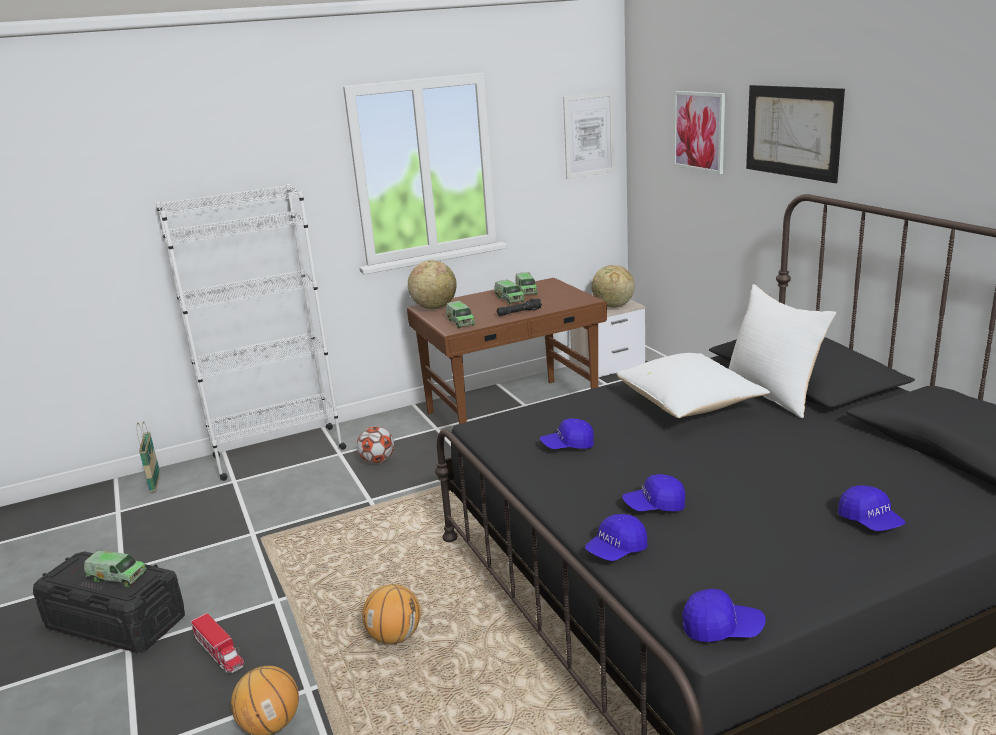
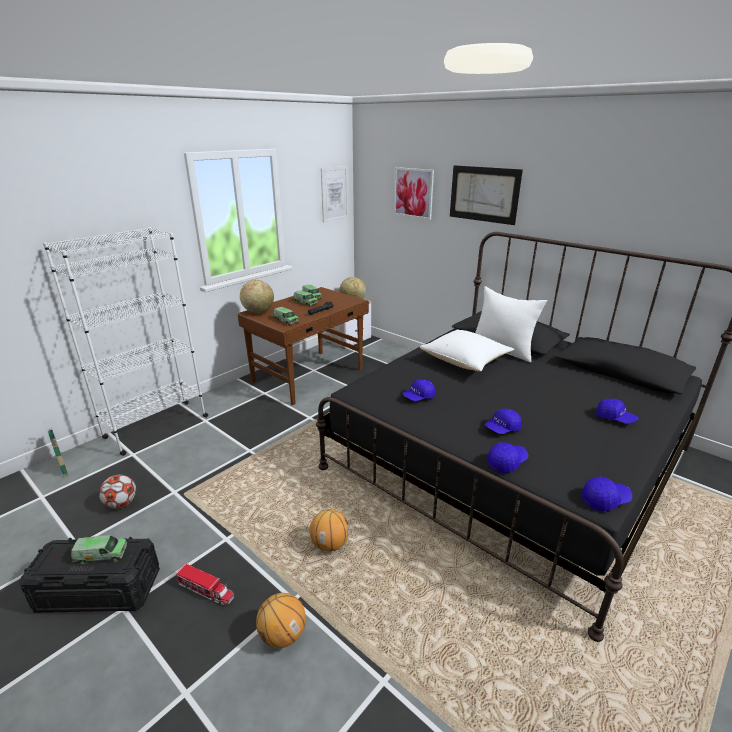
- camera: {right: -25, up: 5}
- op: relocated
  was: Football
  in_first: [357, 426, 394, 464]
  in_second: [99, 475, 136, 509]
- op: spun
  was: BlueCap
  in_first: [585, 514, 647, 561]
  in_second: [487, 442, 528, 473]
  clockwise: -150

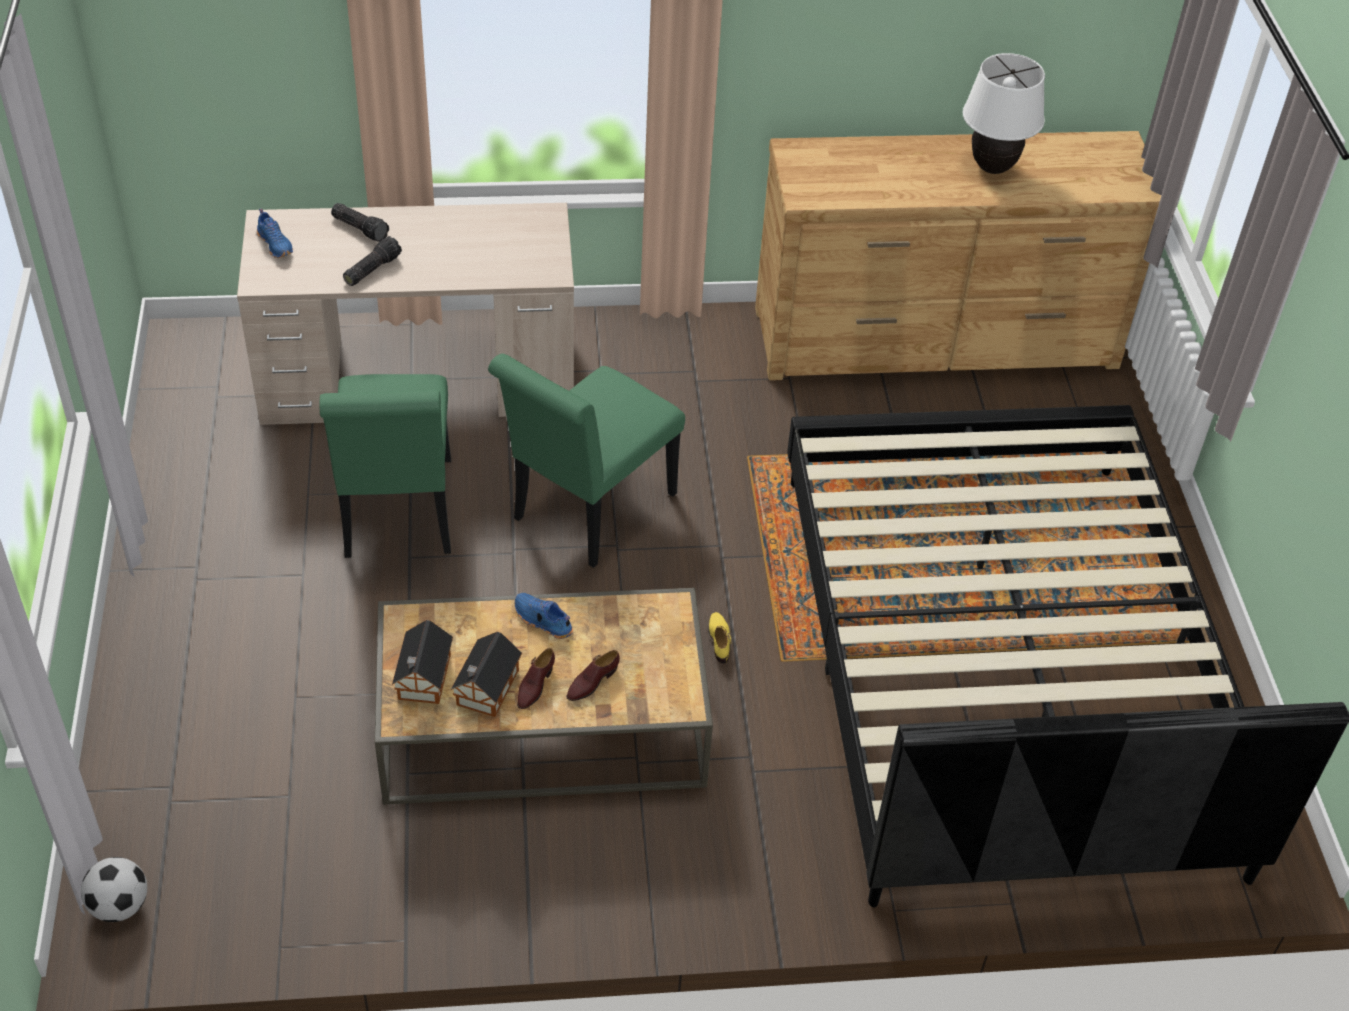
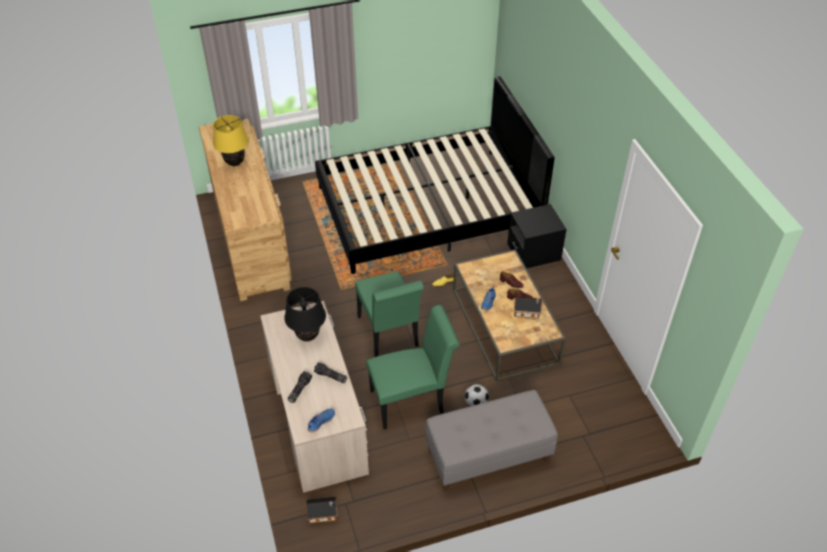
- camera: {right: -100, up: 0}
- op: appeared
  now: BlackTableLamp
  in_second: [284, 287, 326, 341]
- op: appeared
  now: GreyBench
  in_second: [426, 390, 558, 491]
- op: appeared
  now: BlackNightstand
  in_second: [507, 204, 567, 268]
- op: relocated
  was: Football
  in_first: [81, 857, 147, 922]
  in_second: [464, 384, 489, 406]
- op: relocated
  was: ToyHouse
  in_first: [392, 620, 453, 704]
  in_second: [306, 497, 338, 524]
- op: colour
  was: WhiteTableLamp
  now: YellowTableLamp
  in_first: [963, 53, 1045, 174]
  in_second: [213, 115, 249, 166]
- op: spun
  was: GreenChair
  in_first: [488, 354, 685, 568]
  in_second: [355, 272, 424, 357]
  clockwise: 45

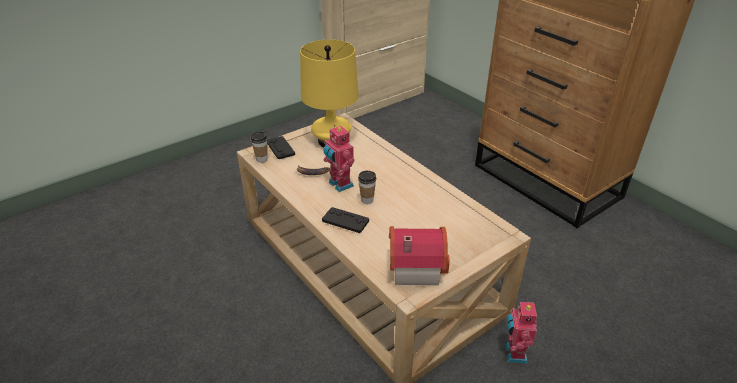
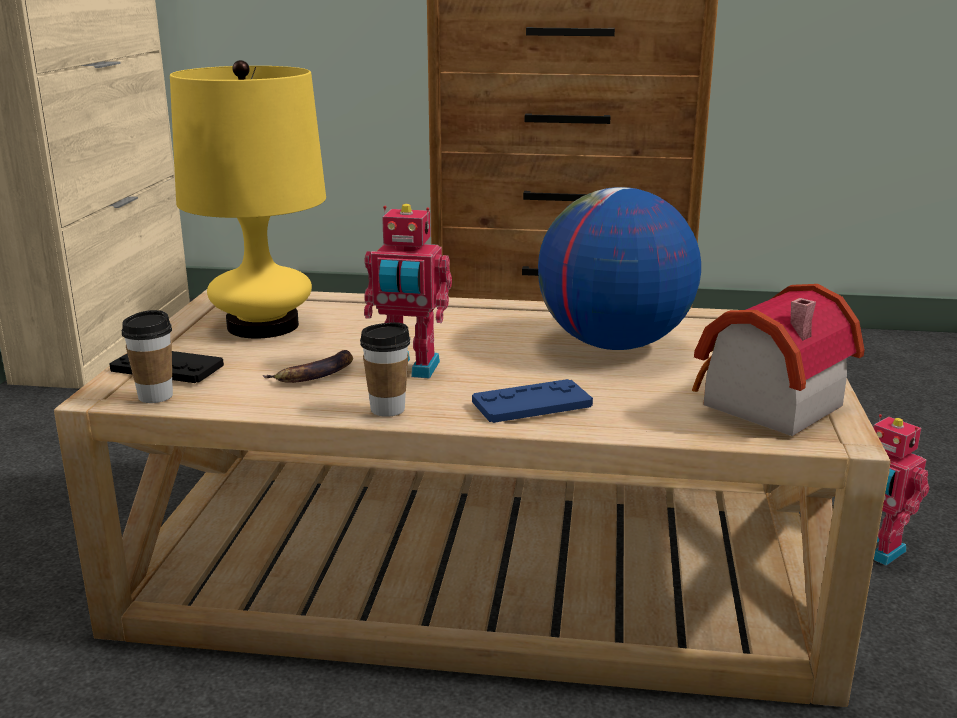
- camera: {right: -45, up: -15}
- op: appeared
  now: Globe
  in_second: [538, 187, 701, 350]
- op: relocated
  was: Cup
  in_first: [358, 171, 376, 204]
  in_second: [360, 322, 410, 417]
- op: colour
  was: BlackGameController
  now: BlueGameController
  in_first: [322, 207, 369, 233]
  in_second: [472, 379, 593, 423]

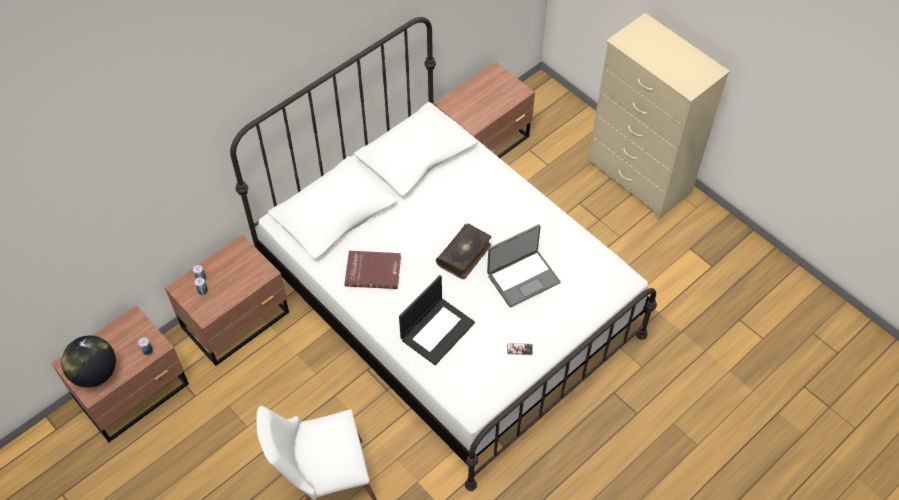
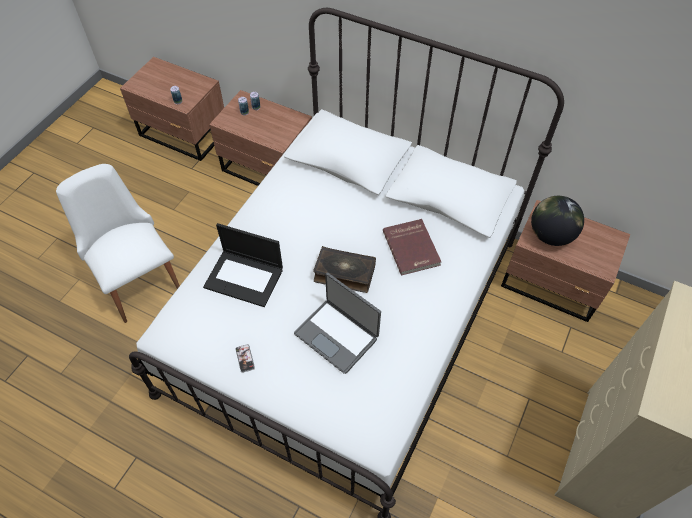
- camera: {right: 70, up: 0}
- op: relocated
  was: Globe
  in_first: [61, 336, 116, 388]
  in_second: [531, 196, 584, 246]
- op: relocated
  was: RedBook
  in_first: [345, 251, 401, 289]
  in_second: [383, 219, 441, 275]

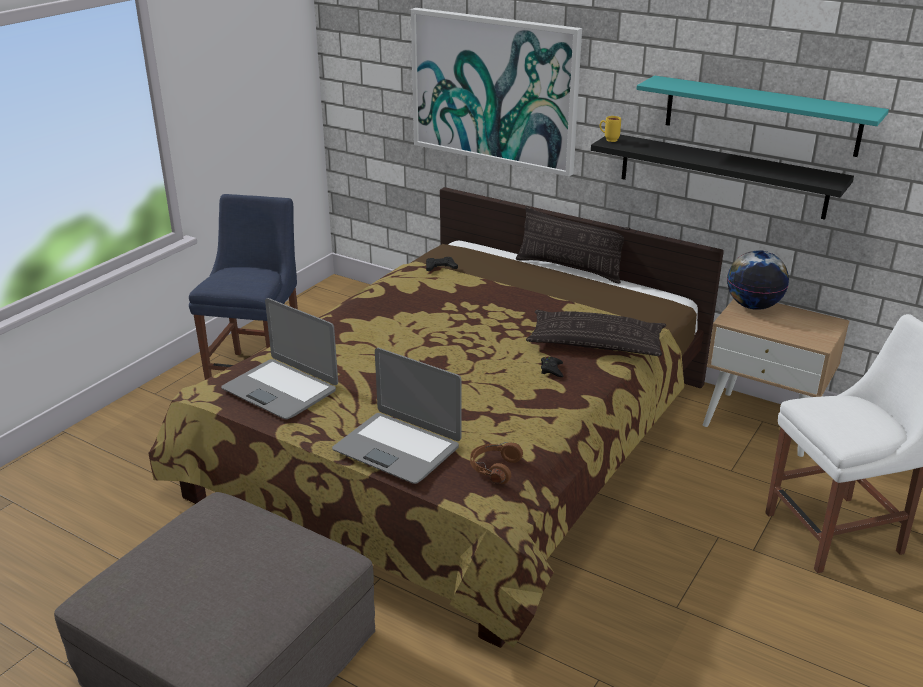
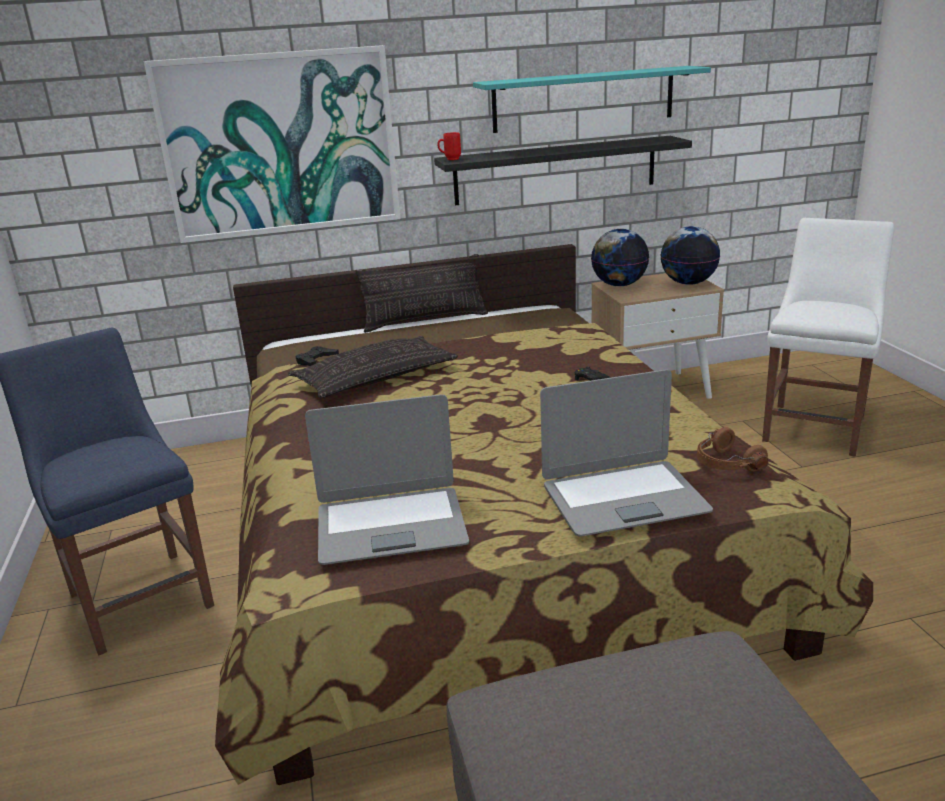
- camera: {right: -45, up: -5}
- op: appeared
  now: Globe
  in_second: [660, 226, 720, 285]
- op: relocated
  was: Pillow
  in_first: [526, 310, 666, 356]
  in_second: [288, 336, 458, 398]
- op: colour
  was: YellowMug
  now: RedMug
  in_first: [600, 116, 621, 142]
  in_second: [437, 132, 461, 160]

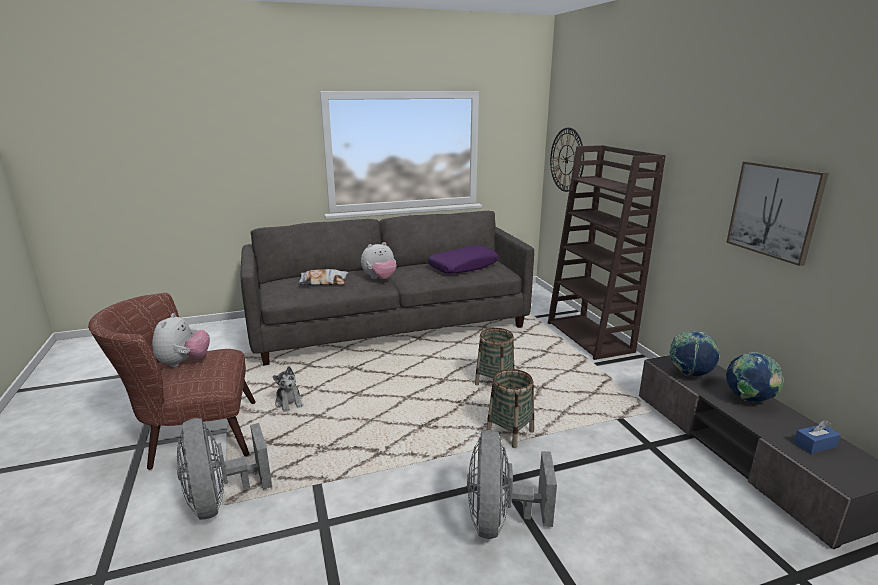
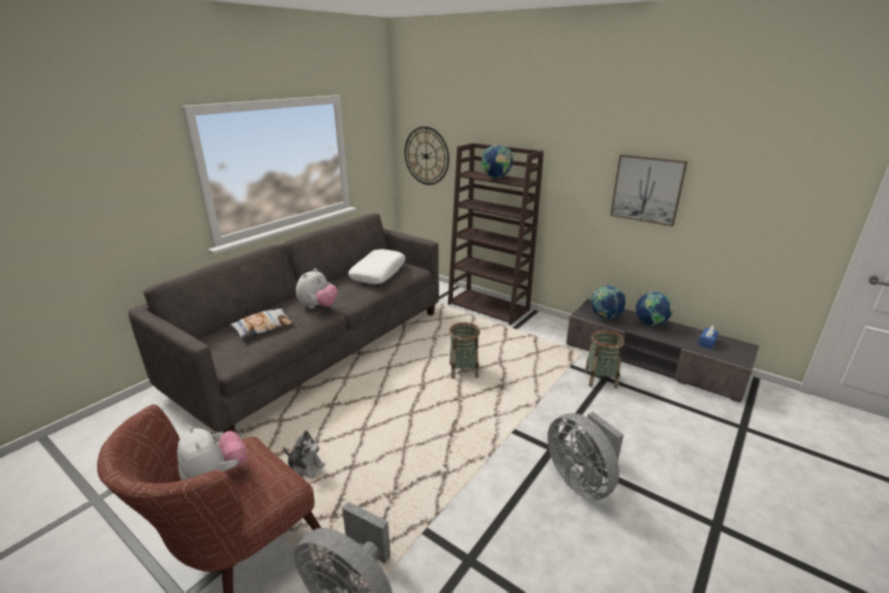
- camera: {right: -35, up: 5}
- op: appeared
  now: Globe
  in_second: [482, 145, 513, 179]
- op: relocated
  was: Basket
  in_first: [486, 369, 534, 448]
  in_second: [585, 330, 624, 389]
- op: colour
  was: PurplePillow
  now: WhitePillow
  in_first: [428, 245, 499, 274]
  in_second: [348, 249, 406, 284]

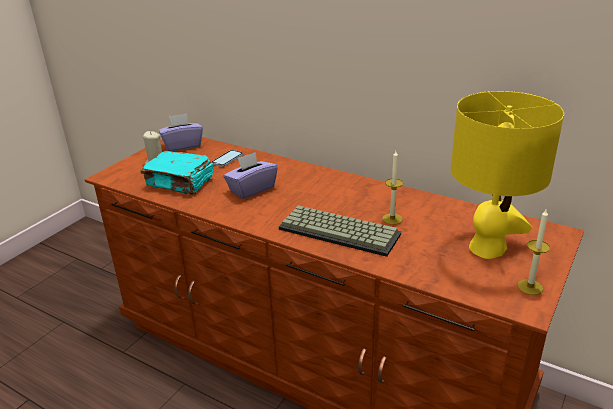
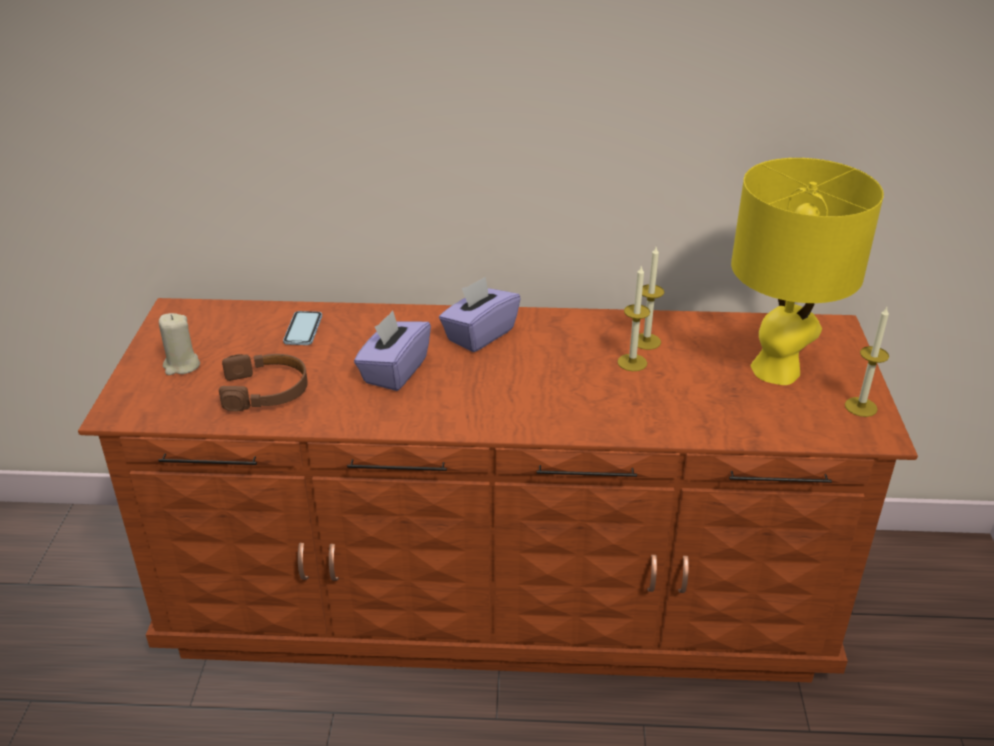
- camera: {right: -30, up: 5}
- op: missing
  was: Keyboard
  in_first: [279, 206, 401, 257]
- op: appeared
  now: Candle
  in_second: [638, 245, 664, 350]
- op: relocated
  was: PurpleTissueBox
  in_first: [159, 113, 203, 151]
  in_second: [439, 277, 521, 352]
- op: exchanged
  was: TurquoiseBook
  now: BrownHeadphones
  in_first: [140, 151, 213, 195]
  in_second: [219, 354, 308, 412]

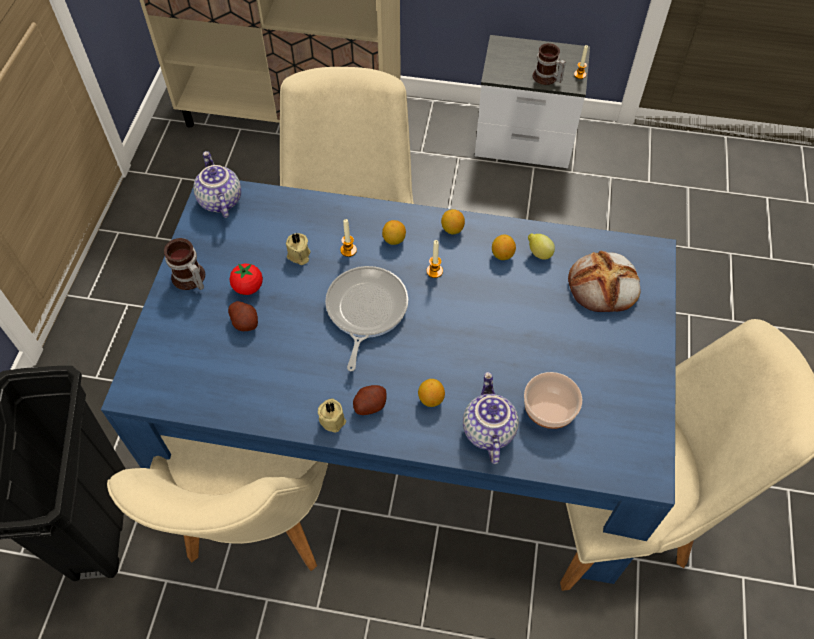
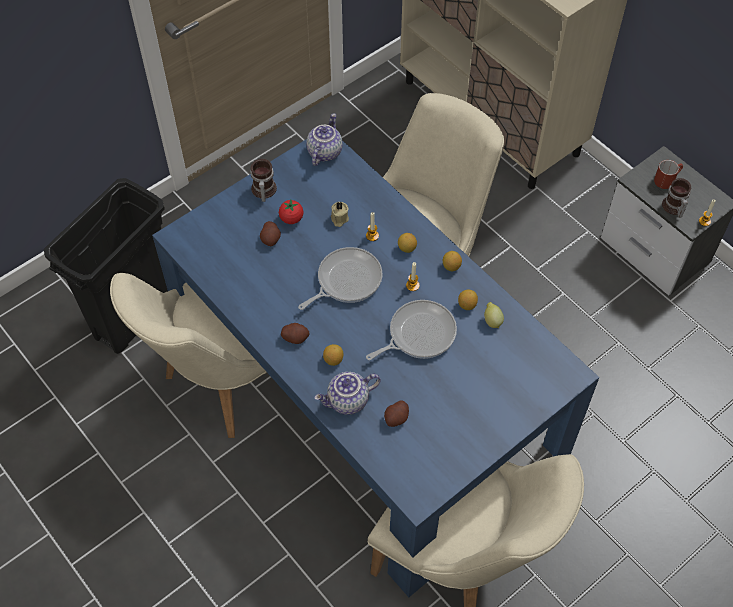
- camera: {right: 40, up: 0}
- op: missing
  was: BeigeCandle
  in_first: [318, 399, 346, 433]
- op: missing
  was: Bread
  in_first: [568, 250, 641, 312]
- op: appeared
  now: FryingPan
  in_second: [366, 300, 457, 360]
- op: appeared
  now: RedMug
  in_second: [654, 160, 683, 189]
- op: exchanged
  was: Bowl
  now: Potato
  in_first: [524, 372, 582, 429]
  in_second: [384, 400, 409, 427]
- op: spun
  was: Teapot
  in_first: [463, 372, 519, 464]
  in_second: [314, 372, 381, 415]
  clockwise: -150

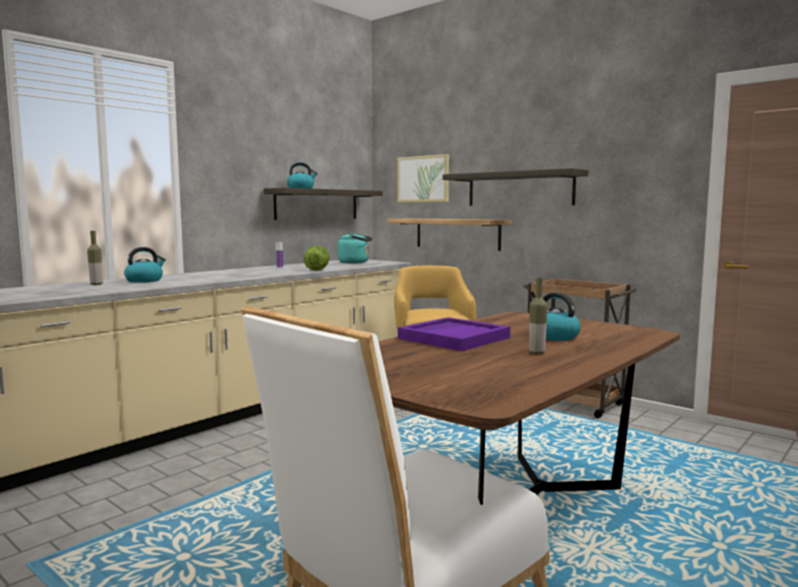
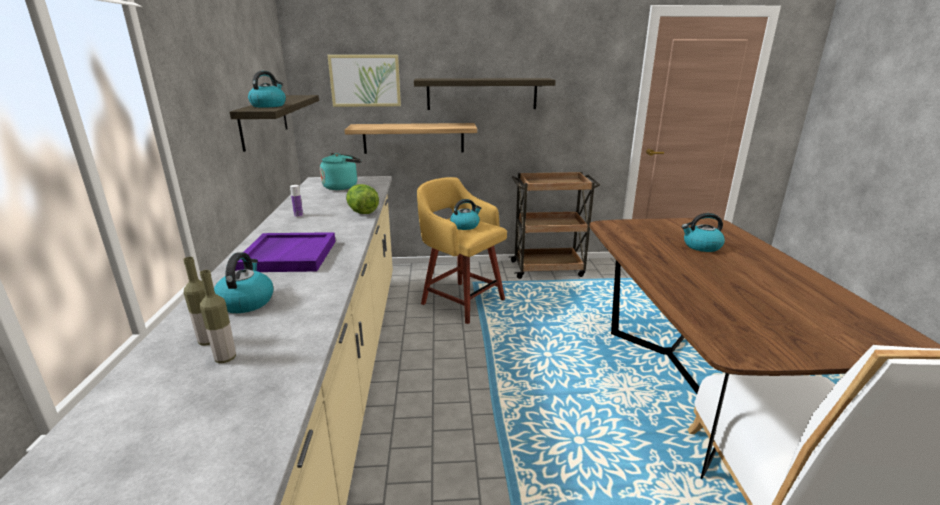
- camera: {right: -45, up: 15}
- op: appeared
  now: Kettle
  in_second: [450, 199, 481, 230]
- op: relocated
  was: PurpleTray
  in_first: [398, 317, 510, 351]
  in_second: [235, 232, 336, 272]
- op: relocated
  was: Bottle
  in_first: [529, 278, 548, 355]
  in_second: [200, 270, 236, 363]

